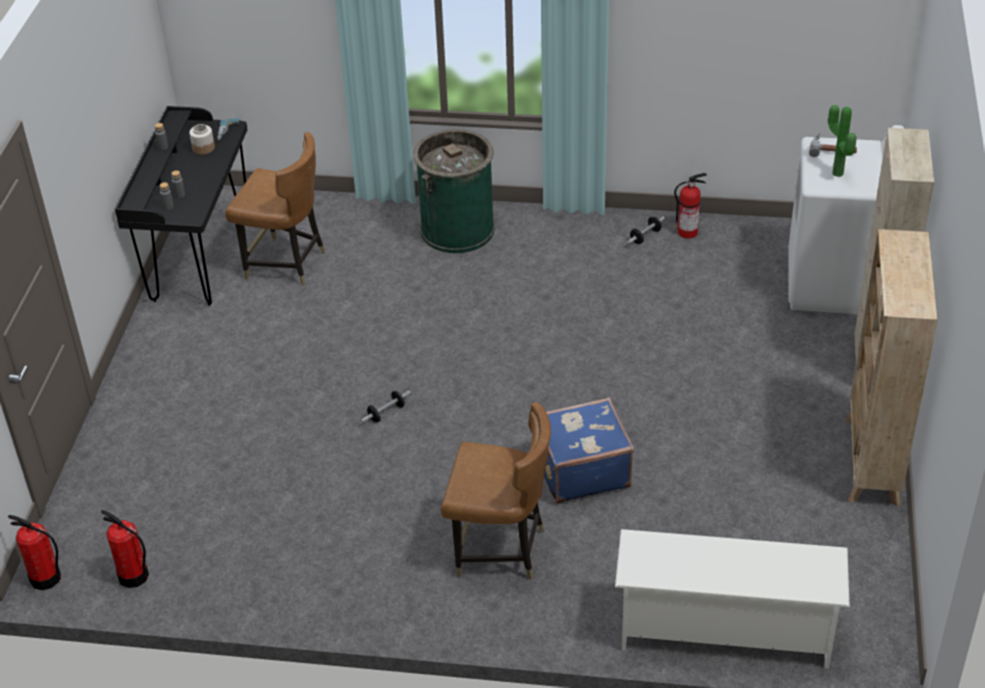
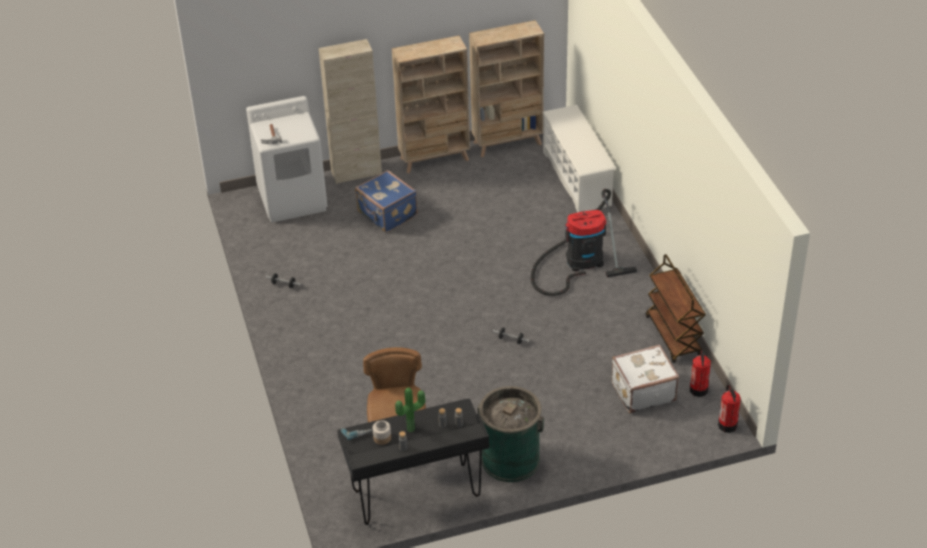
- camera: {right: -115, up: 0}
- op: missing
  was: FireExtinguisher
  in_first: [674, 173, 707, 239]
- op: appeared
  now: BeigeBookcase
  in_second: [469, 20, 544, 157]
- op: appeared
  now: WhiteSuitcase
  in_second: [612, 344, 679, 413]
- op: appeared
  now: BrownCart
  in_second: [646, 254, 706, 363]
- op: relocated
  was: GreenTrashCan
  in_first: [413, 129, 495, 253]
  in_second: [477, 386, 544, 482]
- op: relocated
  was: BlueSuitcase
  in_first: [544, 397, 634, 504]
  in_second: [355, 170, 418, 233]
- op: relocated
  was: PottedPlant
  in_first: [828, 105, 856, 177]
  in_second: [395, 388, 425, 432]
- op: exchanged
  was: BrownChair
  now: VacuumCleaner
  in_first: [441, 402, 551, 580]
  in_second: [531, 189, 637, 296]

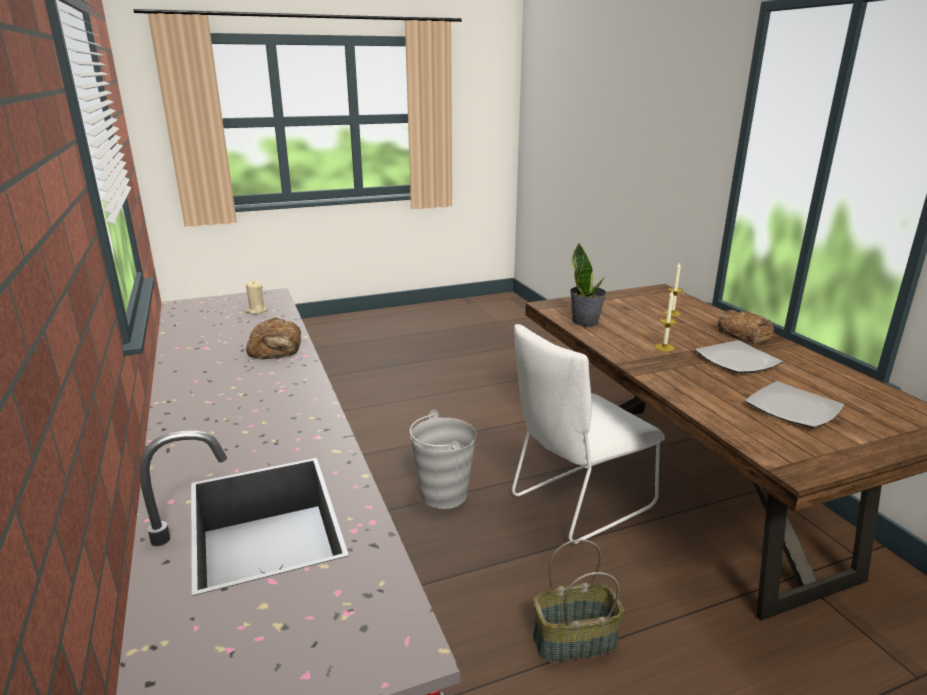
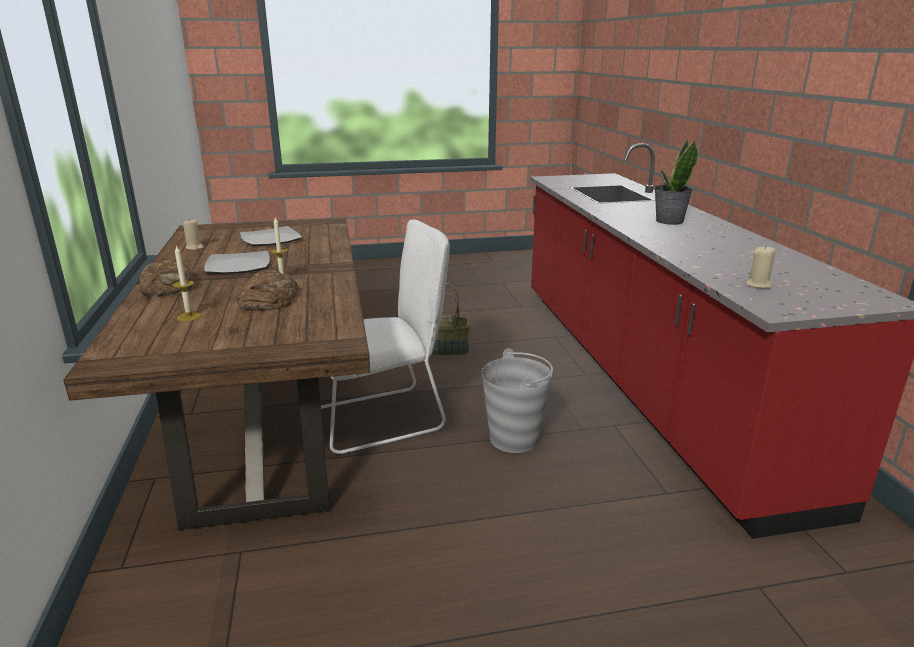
- camera: {right: -170, up: 0}
- op: appeared
  now: BeigeCandle
  in_second: [183, 218, 204, 250]
- op: relocated
  was: Bread
  in_first: [246, 317, 301, 360]
  in_second: [237, 269, 299, 311]
- op: relocated
  was: PottedPlant
  in_first: [570, 243, 607, 327]
  in_second: [654, 140, 698, 225]

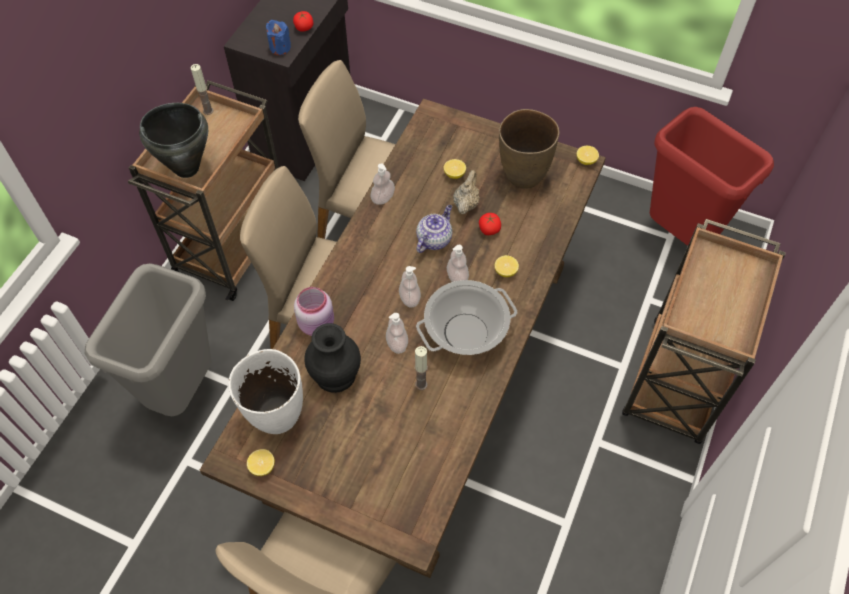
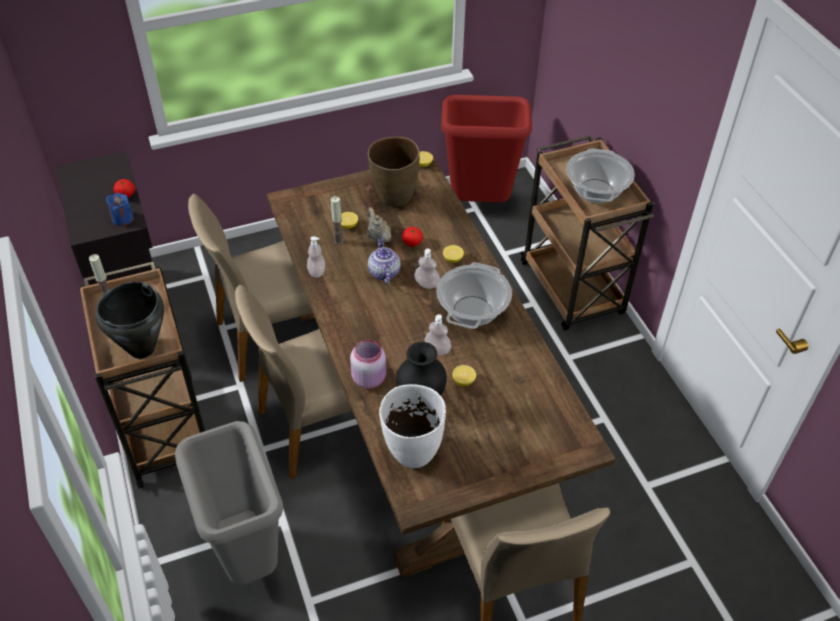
- camera: {right: -45, up: -10}
- op: missing
  was: SoapDispenser
  in_first: [399, 266, 421, 308]
- op: appeared
  now: CookingPot
  in_second: [566, 149, 635, 203]
- op: relocated
  was: Lemon
  in_first: [247, 449, 275, 476]
  in_second: [452, 365, 476, 386]
- op: relocated
  was: Candle
  in_first: [415, 346, 428, 390]
  in_second: [331, 196, 343, 245]

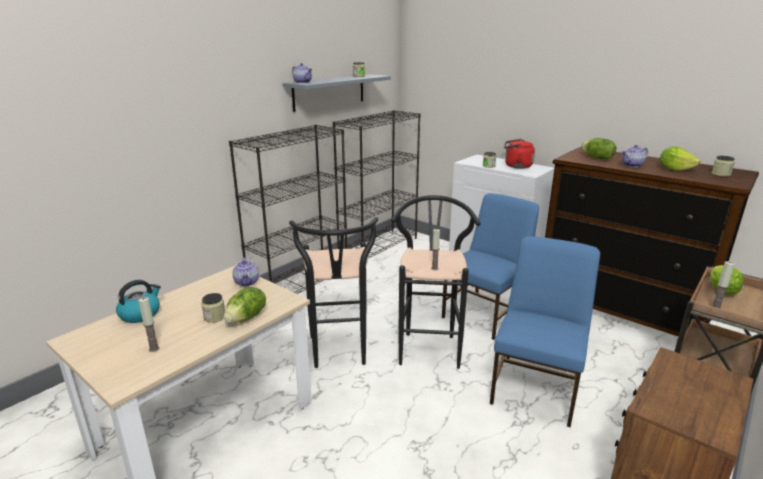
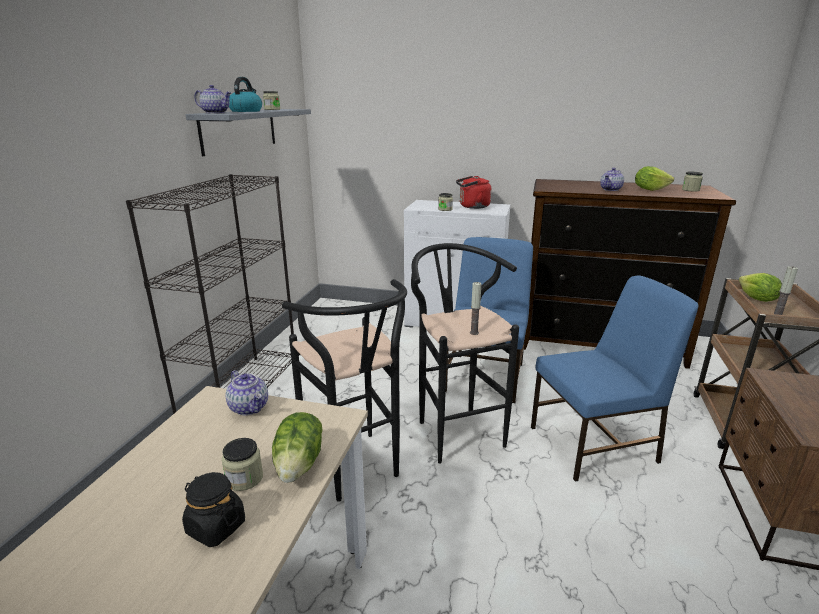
- camera: {right: -25, up: 0}
- op: missing
  was: Candle
  in_first: [138, 297, 160, 352]
- op: missing
  was: BlackBookcase
  in_first: [333, 110, 421, 258]
- op: missing
  was: Lettuce
  in_first: [581, 138, 616, 159]
- op: appeared
  now: BlackJar
  in_second: [182, 472, 245, 547]
- op: relocated
  was: Kettle
  in_first: [116, 280, 161, 323]
  in_second: [229, 77, 262, 112]
- op: spun
  was: BlueChair
  in_first: [490, 236, 600, 428]
  in_second: [531, 275, 698, 482]
  clockwise: 75

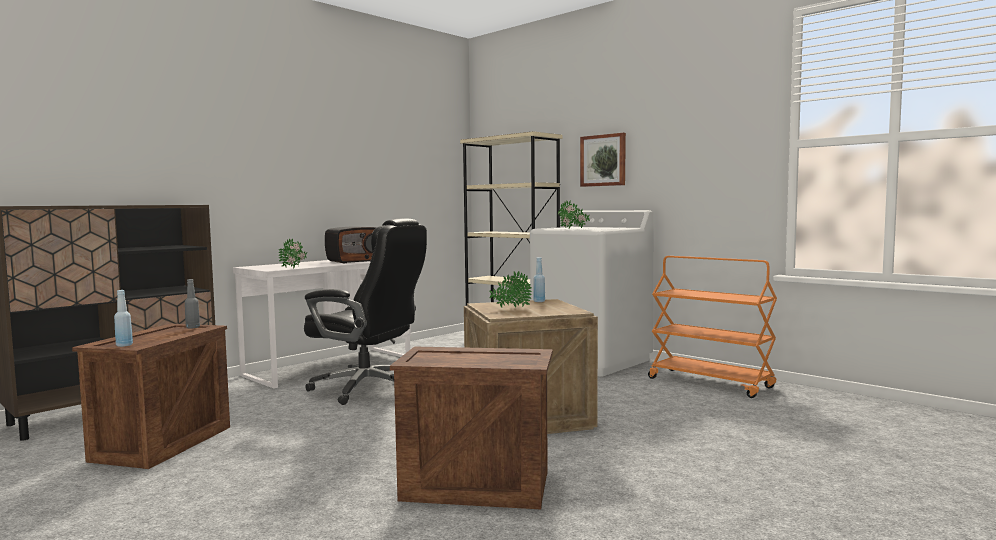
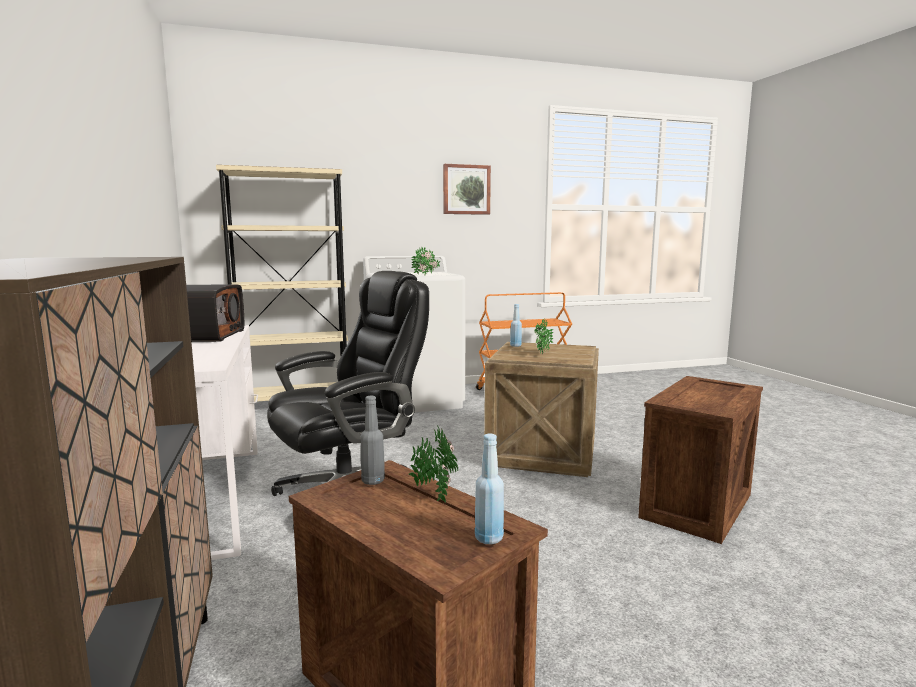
- camera: {right: -60, up: 5}
- op: relocated
  was: PottedPlant
  in_first: [278, 238, 307, 269]
  in_second: [409, 427, 458, 502]
- op: relocated
  was: Picture
  in_first: [580, 133, 626, 187]
  in_second: [443, 164, 491, 215]

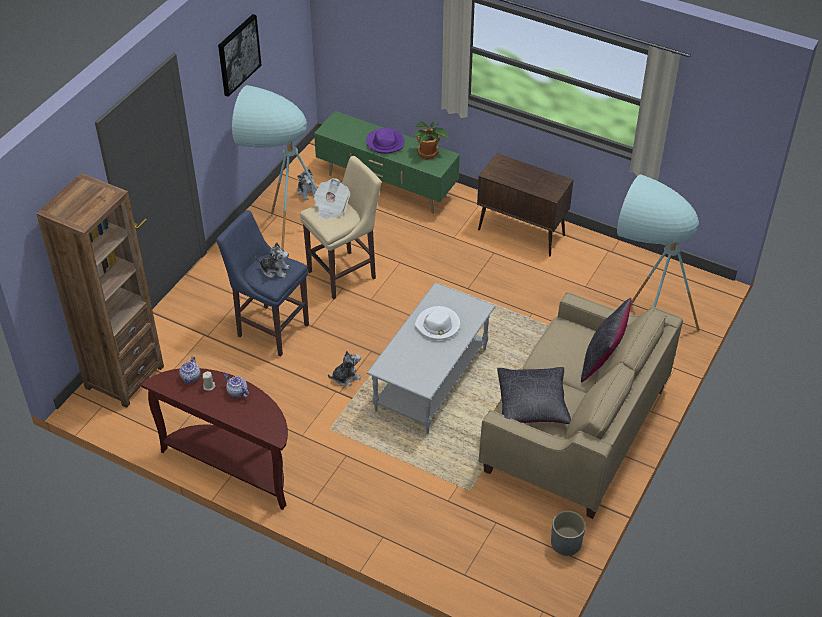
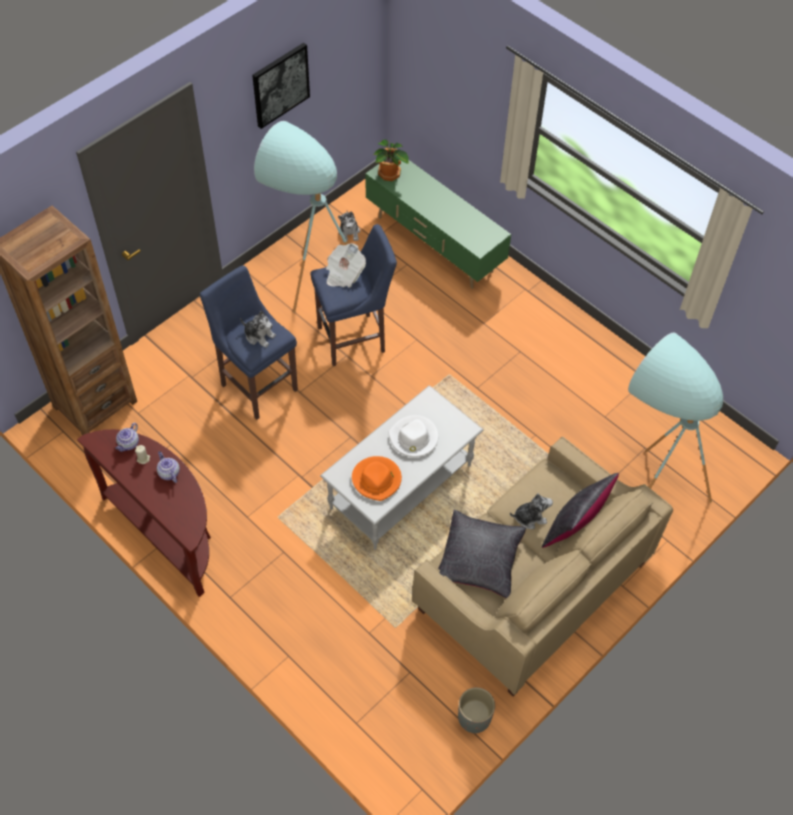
- camera: {right: 15, up: 10}
- op: missing
  was: PurpleHat
  in_first: [366, 128, 404, 154]
- op: missing
  was: BrownCabinet
  in_first: [477, 153, 574, 256]
- op: appeared
  now: OrangeHat
  in_second: [352, 456, 402, 501]
- op: relocated
  was: PlushToy
  in_first: [328, 351, 361, 386]
  in_second: [510, 493, 553, 529]
- op: relocated
  was: PottedPlant
  in_first: [414, 122, 448, 159]
  in_second: [373, 139, 409, 181]
- op: colour
  was: BeigeStool
  now: BlueStool
  in_first: [300, 156, 381, 299]
  in_second: [311, 224, 397, 366]

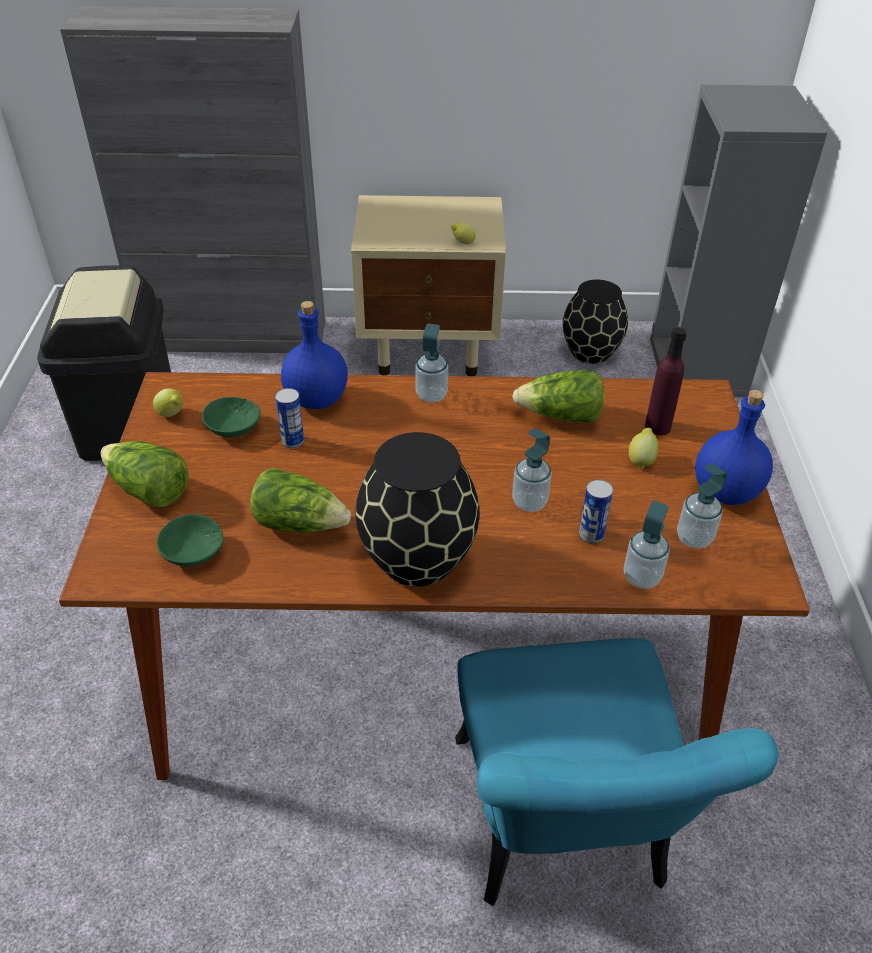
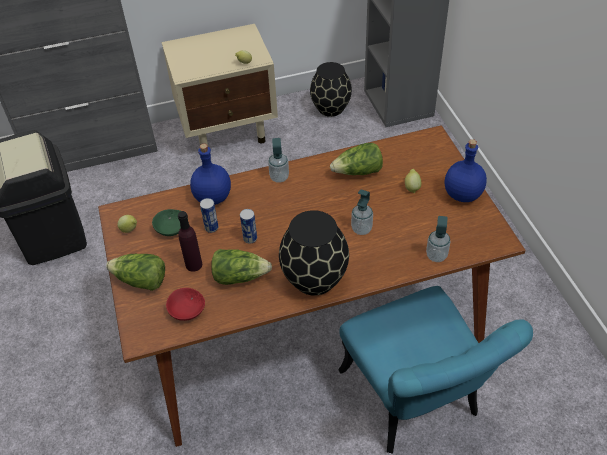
- camera: {right: -15, up: 5}
- op: missing
  was: SoapDispenser
  in_first: [677, 464, 727, 549]
- op: relocated
  was: Can
  in_first: [579, 480, 613, 544]
  in_second: [240, 209, 257, 244]
- op: relocated
  was: PurpleBottle
  in_first: [645, 327, 687, 435]
  in_second: [178, 211, 202, 272]
- op: colour
  was: GreenBowl
  now: RedBowl
  in_first: [157, 514, 223, 566]
  in_second: [166, 288, 205, 321]

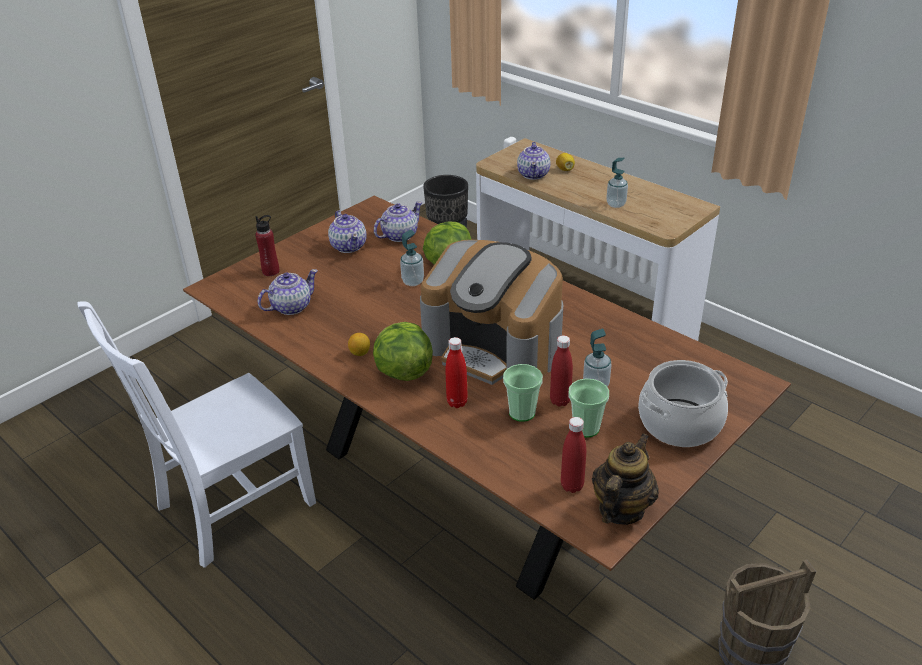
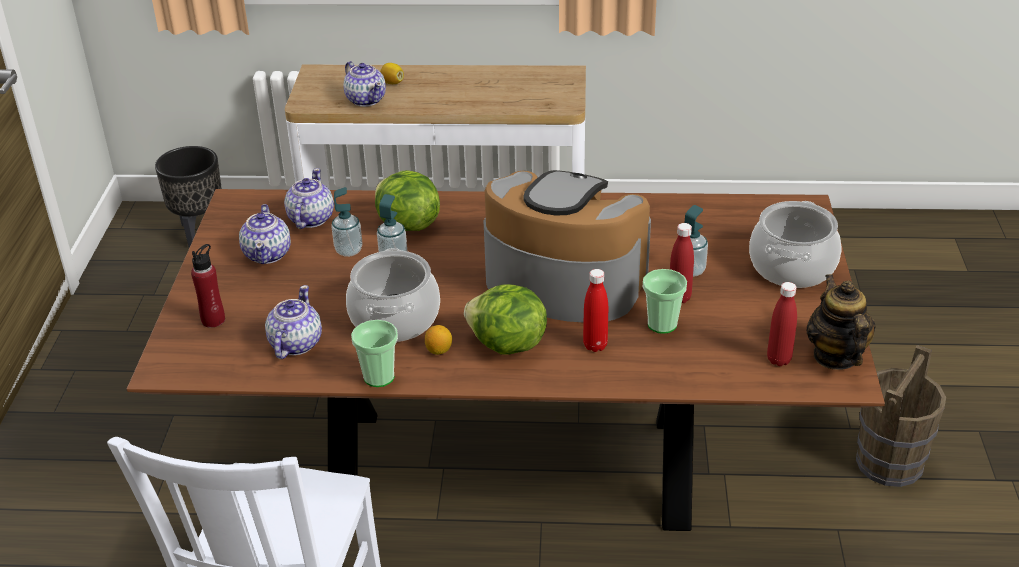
- camera: {right: -40, up: 0}
- op: appeared
  now: CookingPot
  in_second: [346, 248, 440, 342]
- op: relocated
  was: Cup
  in_first: [568, 379, 609, 437]
  in_second: [351, 320, 398, 387]
- op: relocated
  was: SoapDispenser
  in_first: [606, 158, 628, 208]
  in_second: [331, 187, 363, 257]
- op: spun
  was: Teapot
  in_first: [328, 211, 367, 253]
  in_second: [239, 204, 291, 264]
  clockwise: 60
- op: spun
  was: CoffeeMachine
  in_first: [420, 240, 563, 385]
  in_second: [484, 170, 651, 322]
  clockwise: -150

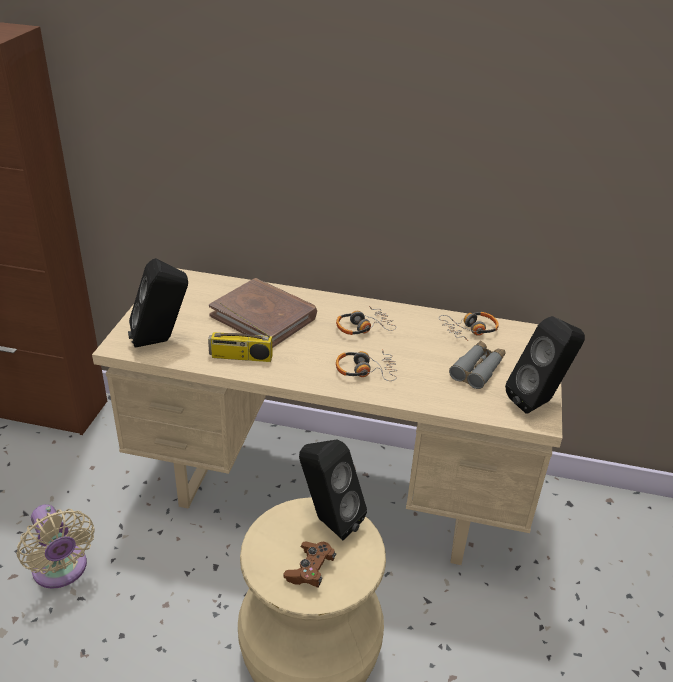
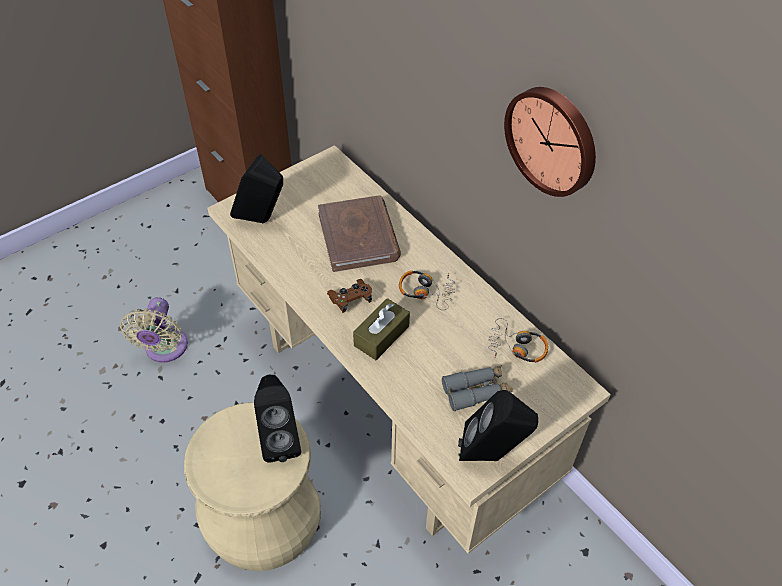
- camera: {right: 40, up: 15}
- op: missing
  was: Radio
  in_first: [208, 303, 272, 362]
- op: appeared
  now: WallClock
  in_second: [504, 87, 596, 197]
- op: relocated
  was: BrownGameController
  in_first: [283, 541, 336, 588]
  in_second: [327, 279, 372, 313]
- op: exchanged
  was: Headphones
  now: BrownTissueBox
  in_first: [336, 349, 398, 381]
  in_second: [353, 298, 410, 360]

